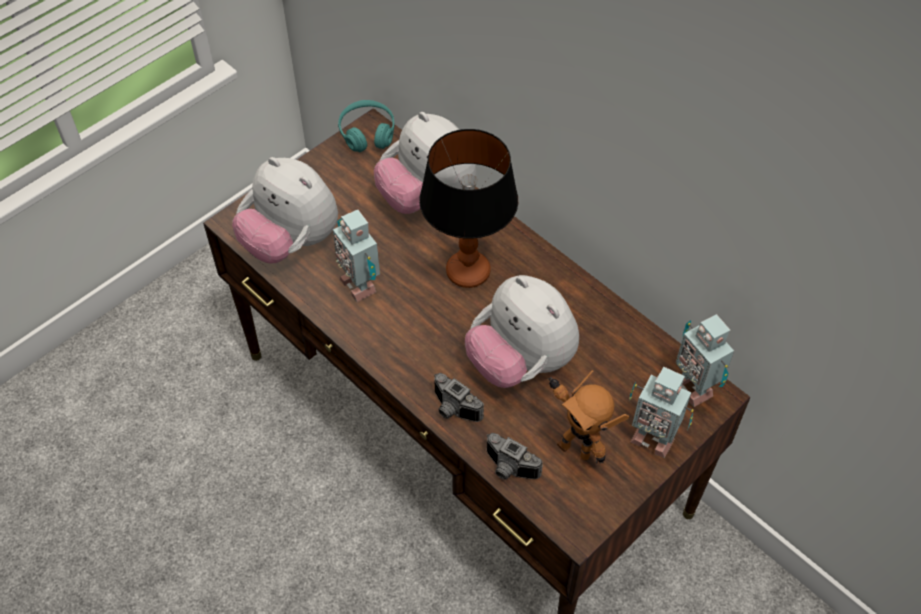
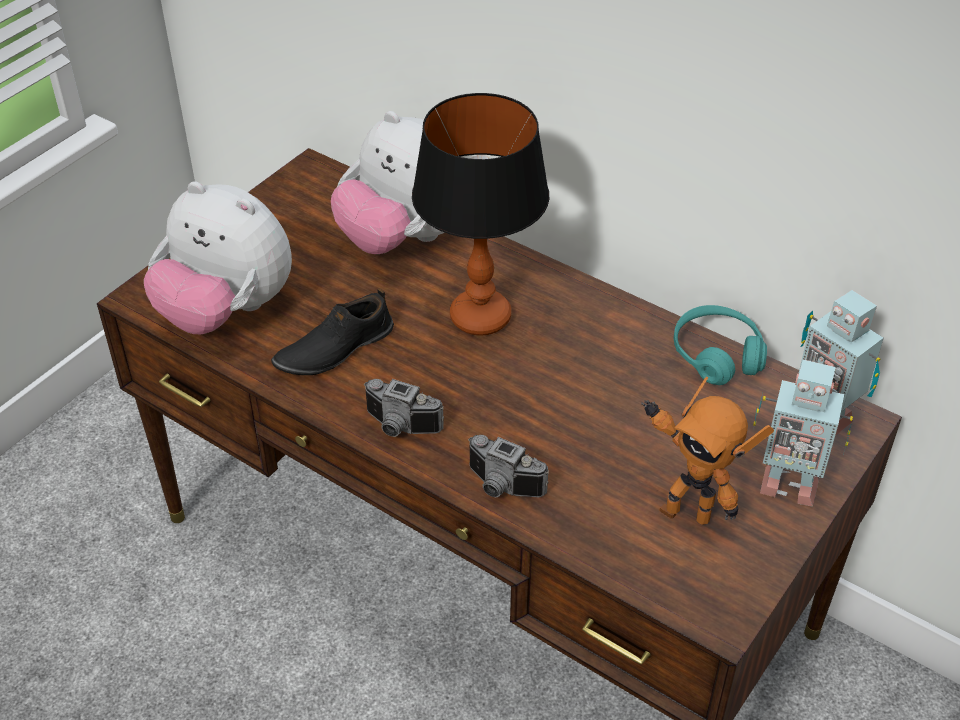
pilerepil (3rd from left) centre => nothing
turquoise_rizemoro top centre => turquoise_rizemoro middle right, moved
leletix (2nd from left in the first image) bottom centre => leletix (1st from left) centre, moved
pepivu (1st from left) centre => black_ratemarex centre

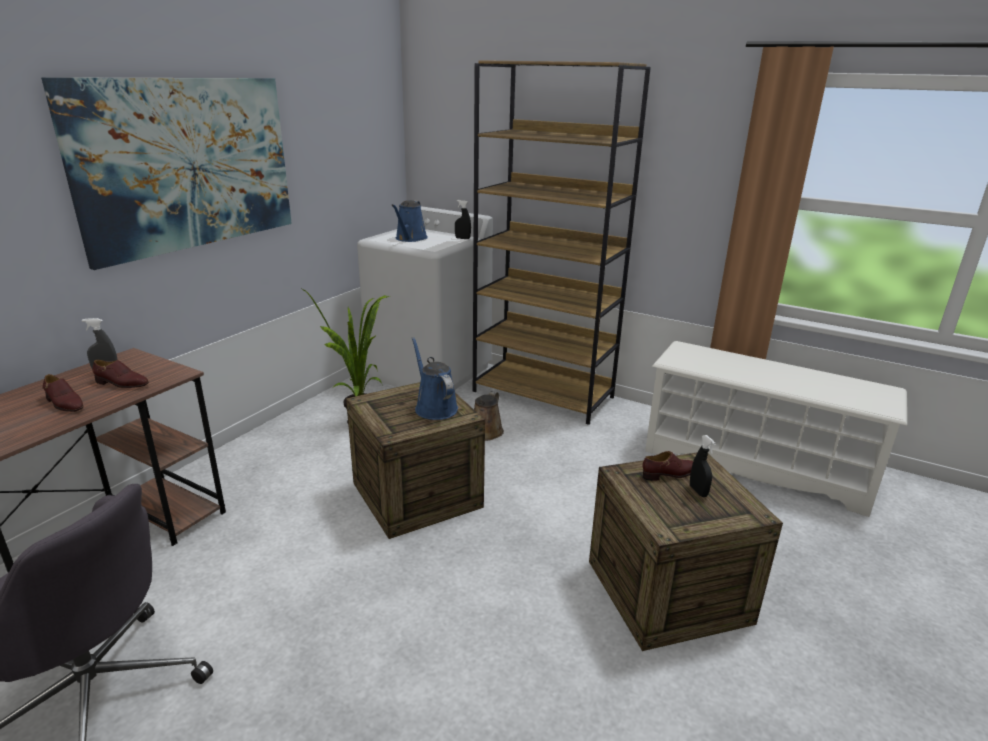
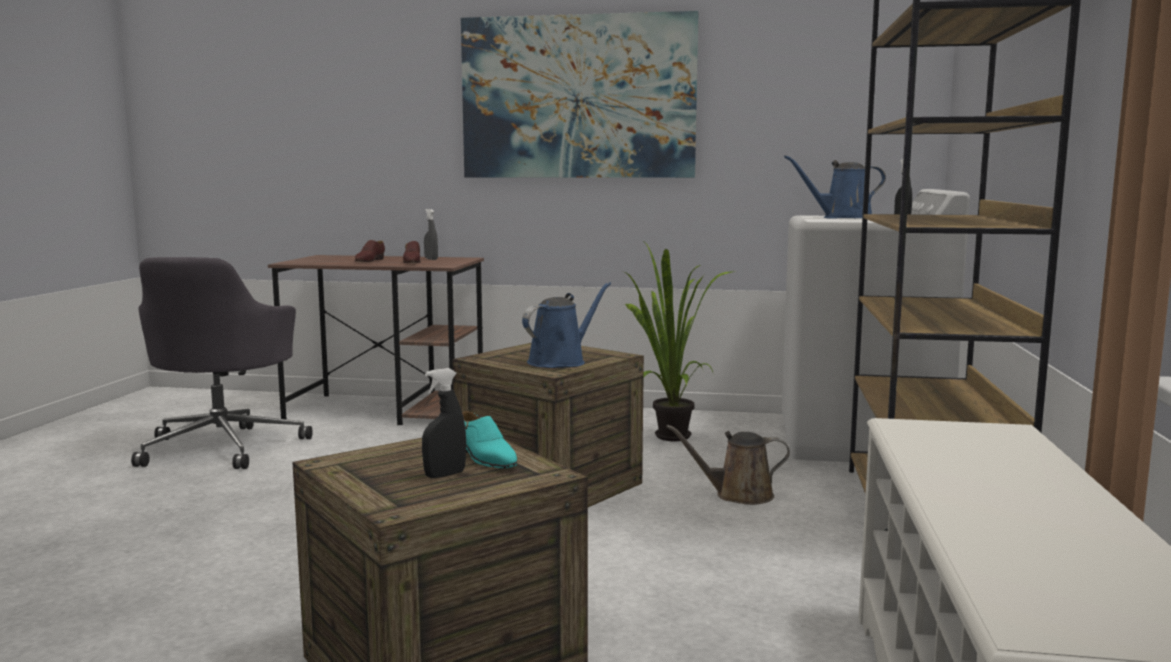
brown_ratemarex (3rd from left) middle right => turquoise_ratemarex centre

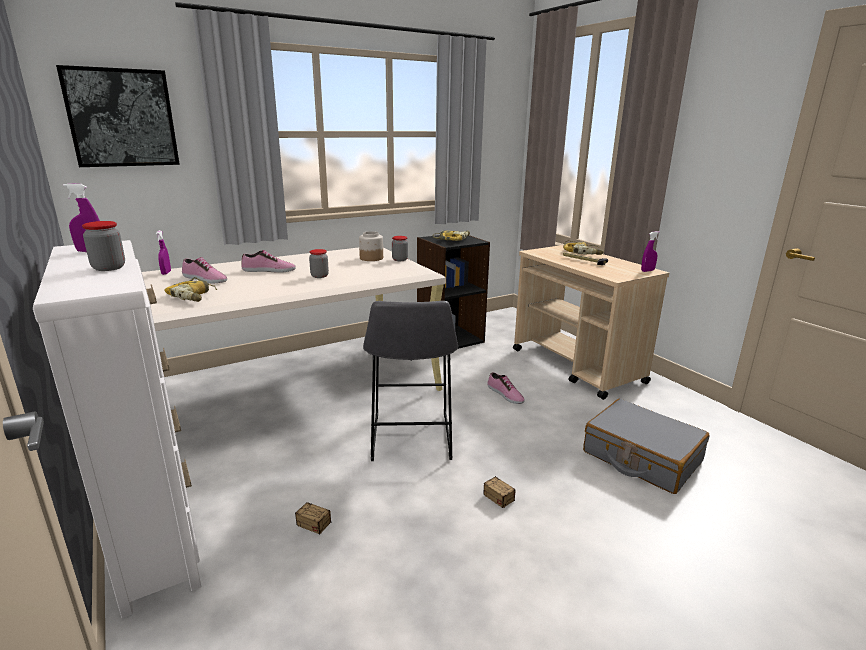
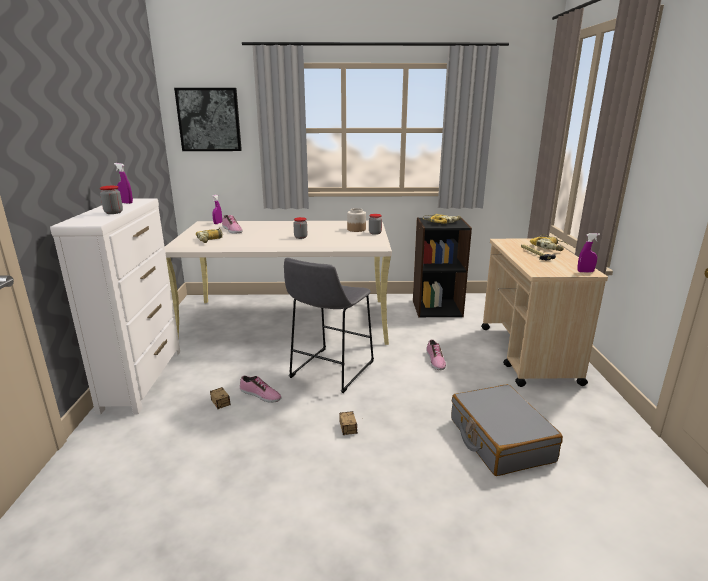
ratemarex (2nd from left) middle left => ratemarex (2nd from left) bottom centre, moved

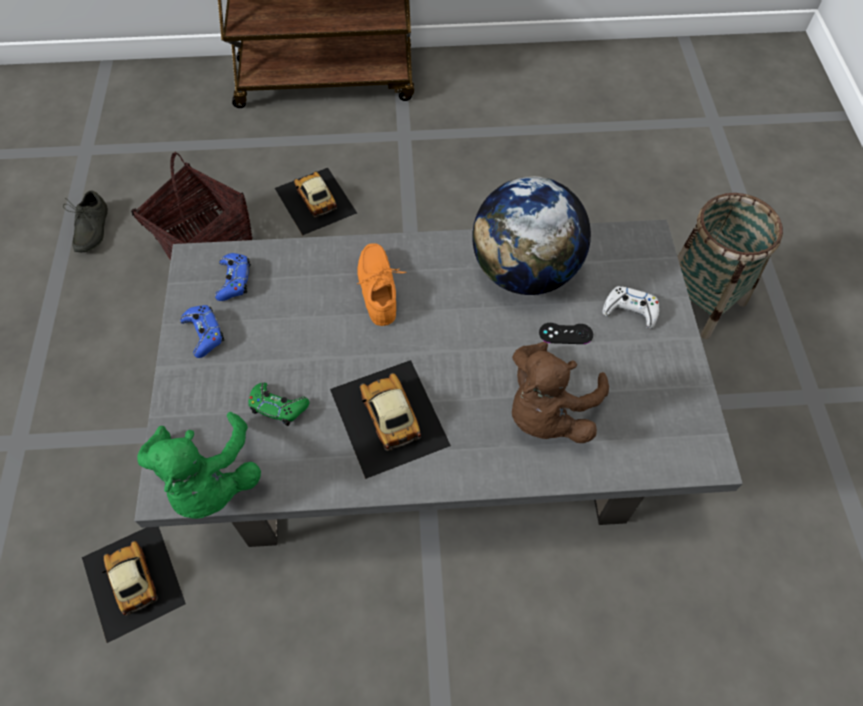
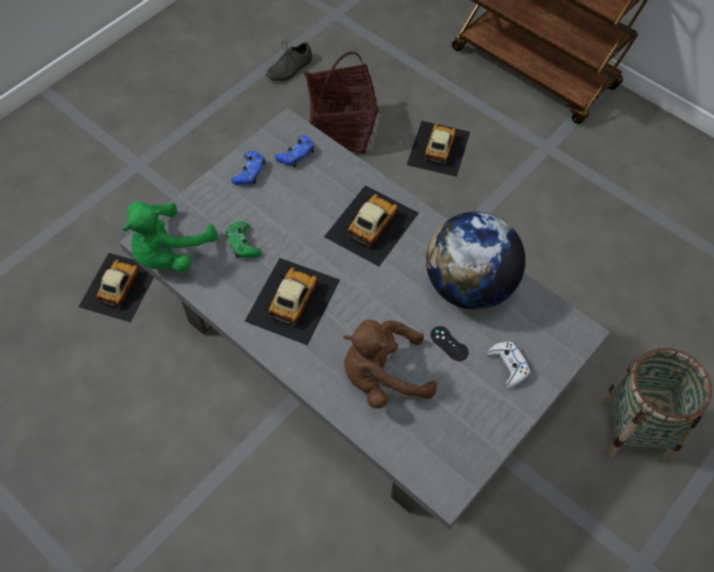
orange_ratemarex centre => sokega (3rd from left) centre

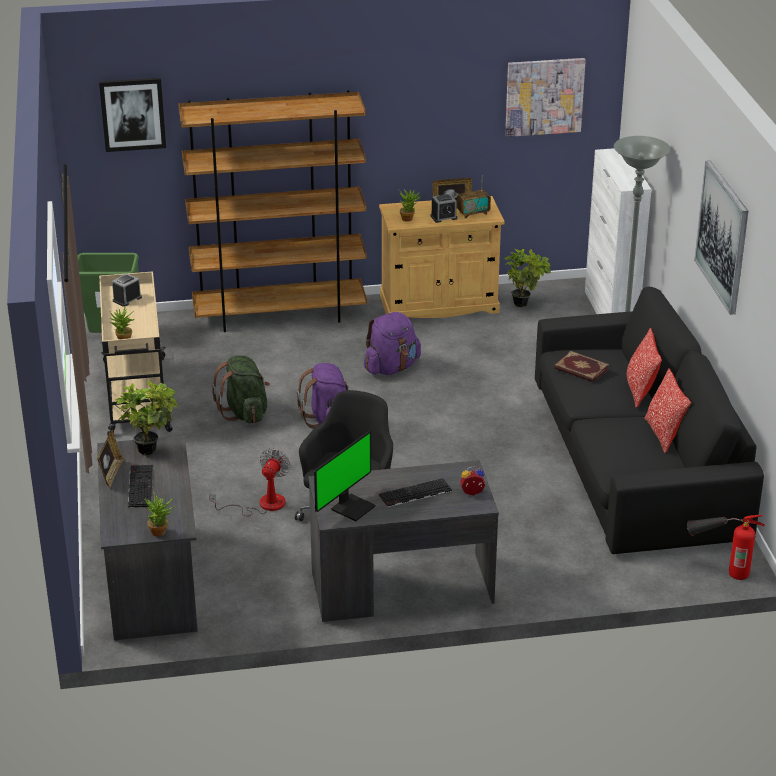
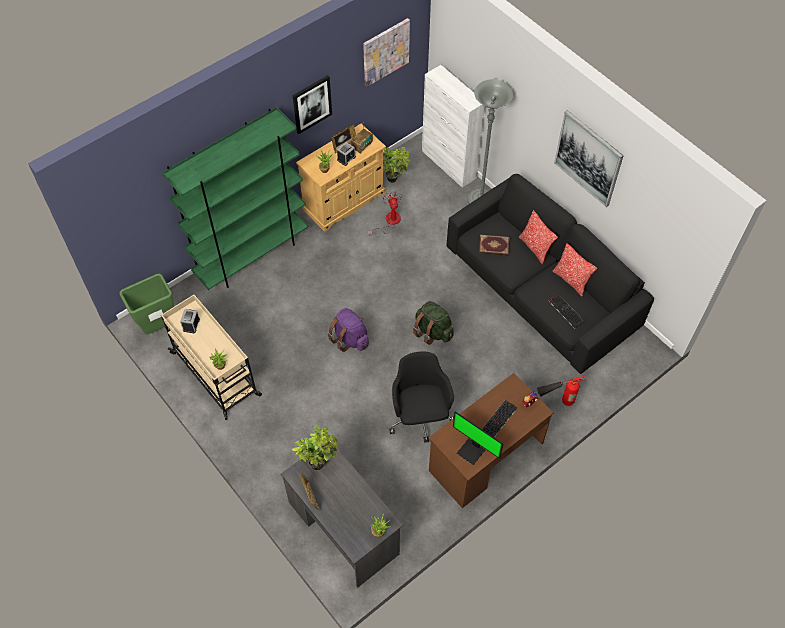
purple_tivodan (2nd from left) centre => nothing
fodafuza (1st from left) top left => fodafuza (1st from left) top centre, moved
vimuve (1st from left in the first image) middle left => vimuve (2nd from left) middle right, moved
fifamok middle left => fifamok centre, moved
green_tivodan middle left => green_tivodan centre, moved
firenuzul bottom right => firenuzul middle right, moved
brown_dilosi top centre => green_dilosi top left
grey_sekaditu (2nd from left) bottom centre => brown_sekaditu bottom centre
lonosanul centre => lonosanul bottom centre, 120 degrees clockwise

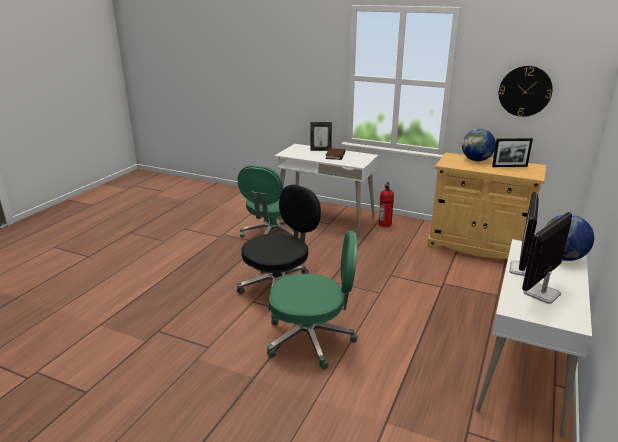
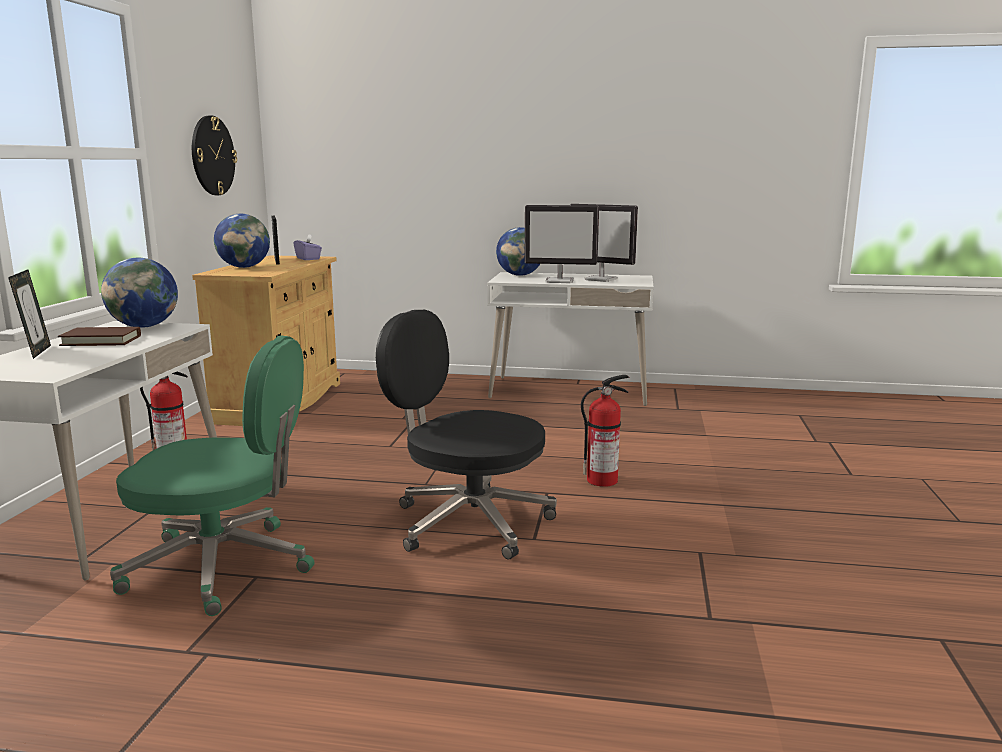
nothing => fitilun (1st from left) middle left
nothing => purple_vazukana top left
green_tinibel (2nd from left) bottom centre => firenuzul (2nd from left) centre

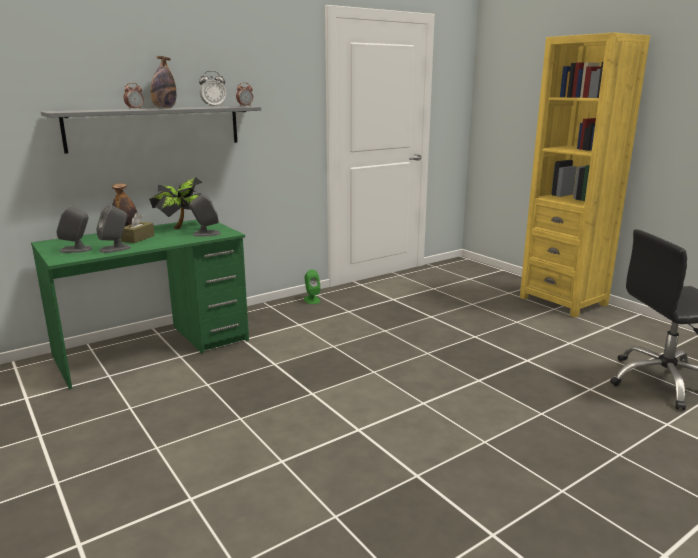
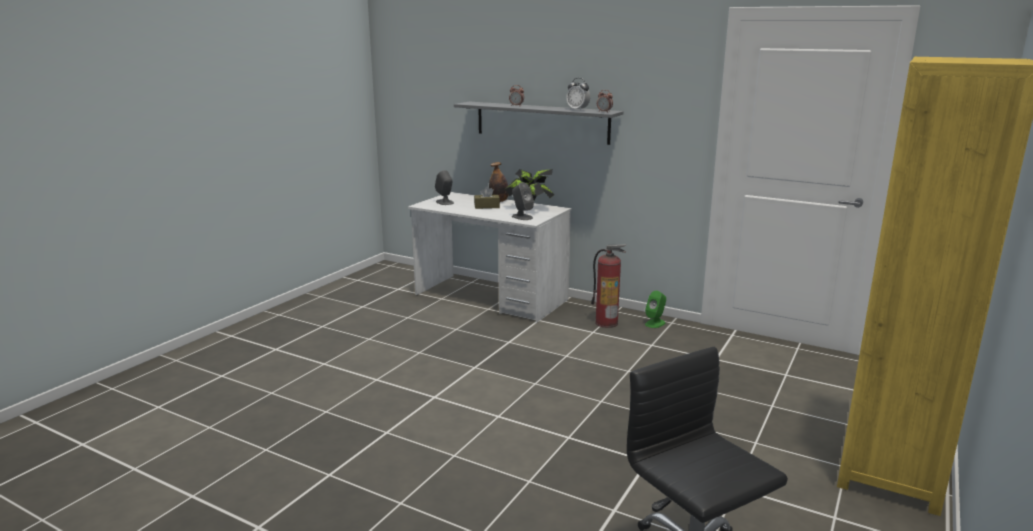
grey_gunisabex (2nd from left) middle left => nothing
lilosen (2nd from left) top left => nothing
nothing => firenuzul centre
green_sekaditu middle left => white_sekaditu centre

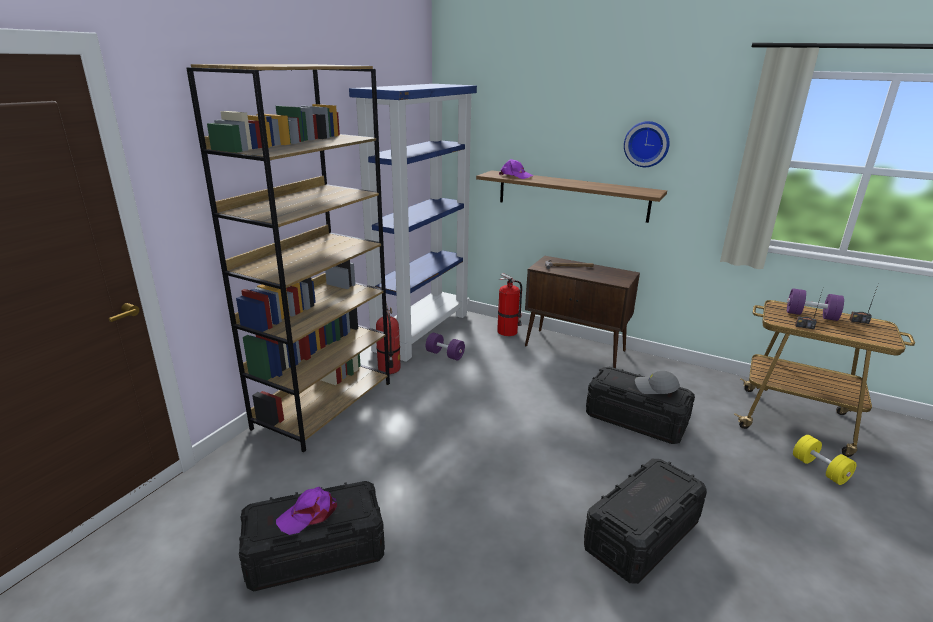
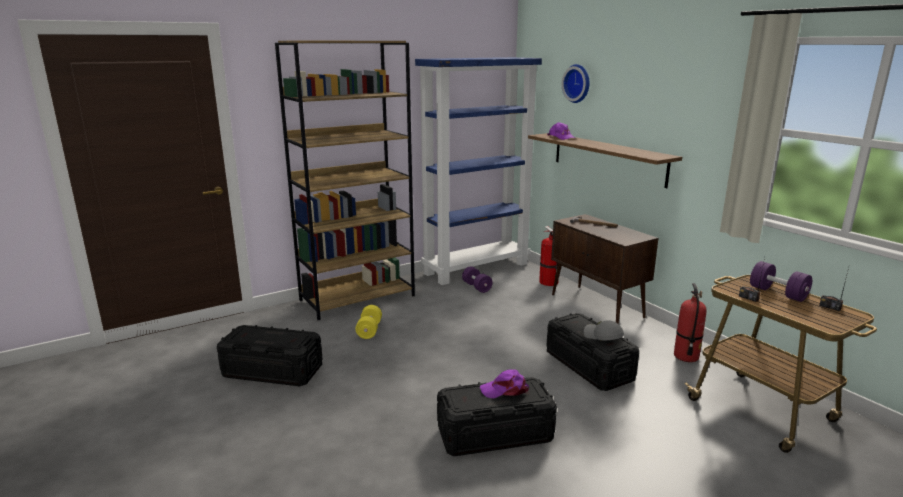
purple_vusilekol (1st from left) bottom left => purple_vusilekol (1st from left) bottom centre, moved
firenuzul (1st from left in the first image) centre => firenuzul (2nd from left) middle right, moved
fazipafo top right => fazipafo top centre, moved
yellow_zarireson bottom right => yellow_zarireson centre, moved

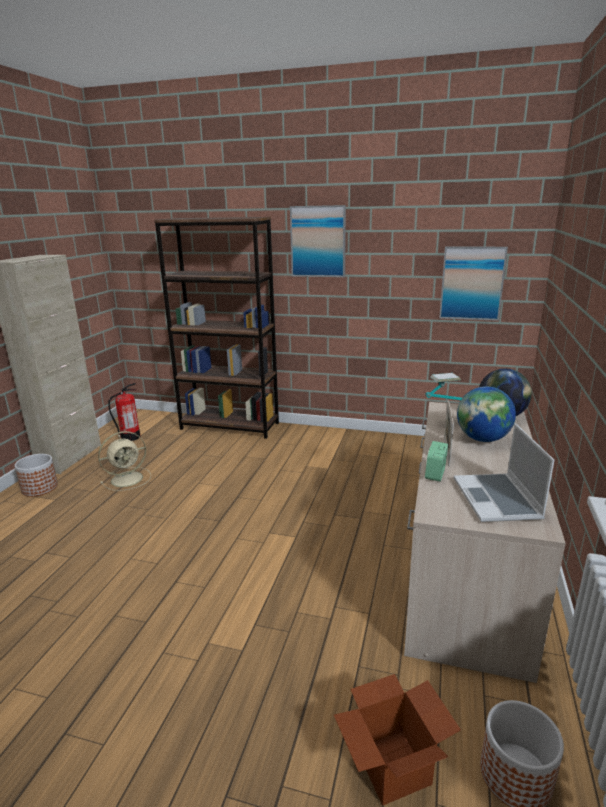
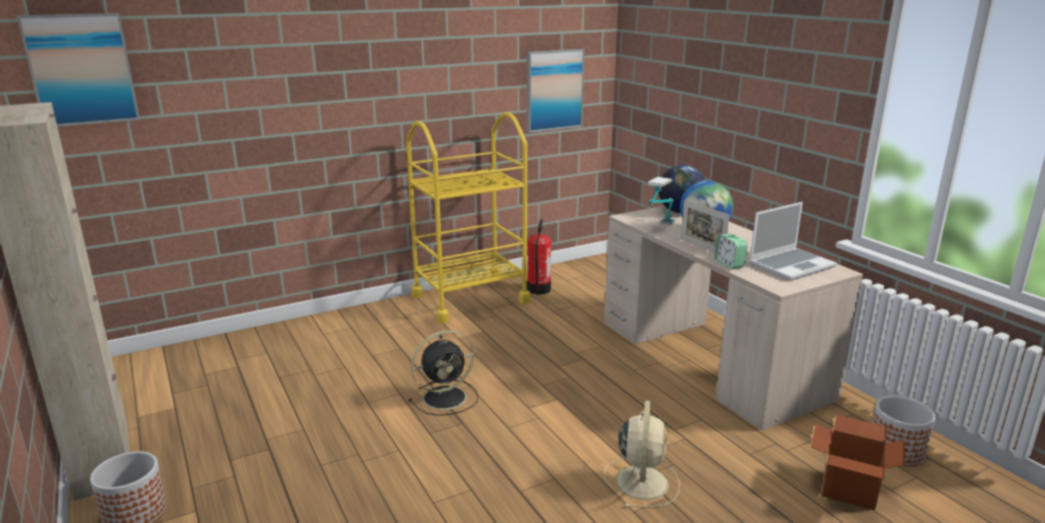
brown_dilosi centre => nothing
nothing => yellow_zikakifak centre
nothing => black_fifamok bottom centre
beige_fifamok middle left => beige_fifamok bottom centre, moved
firenuzul middle left => firenuzul centre, moved
fodafuza (1st from left) top centre => fodafuza (1st from left) top left, moved
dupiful middle right, 75 degrees counterclockwise

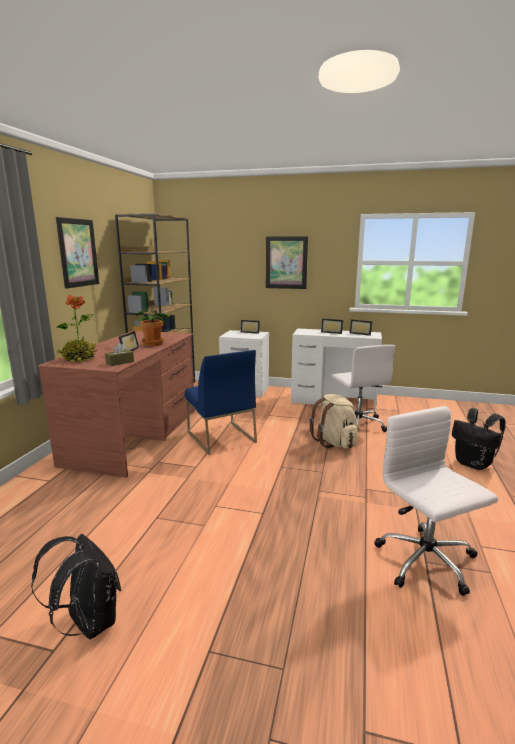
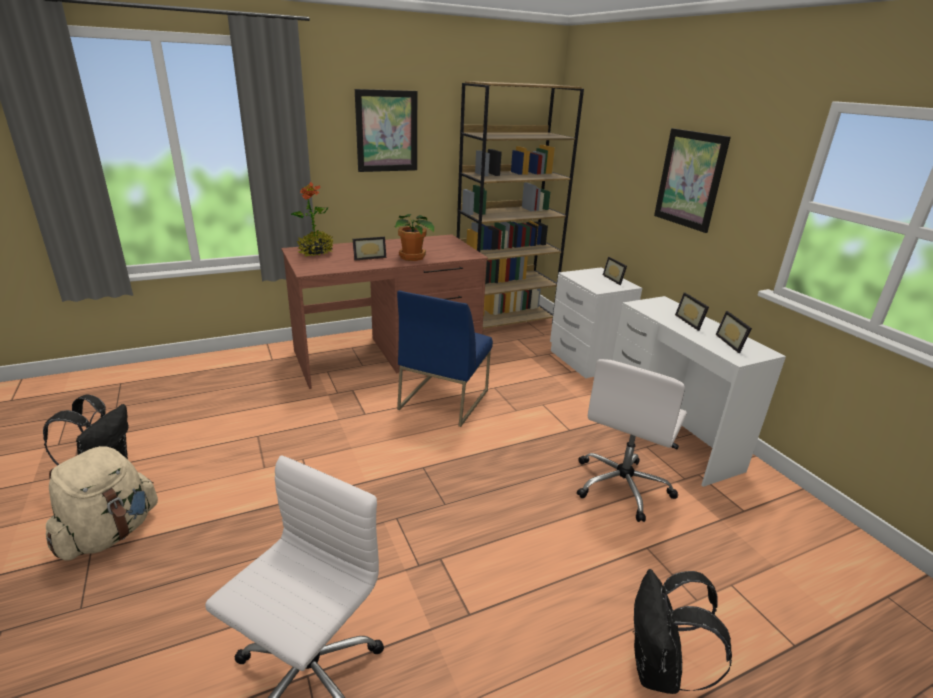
brown_vazukana middle left => nothing
beige_tivodan centre => beige_tivodan bottom left, moved

